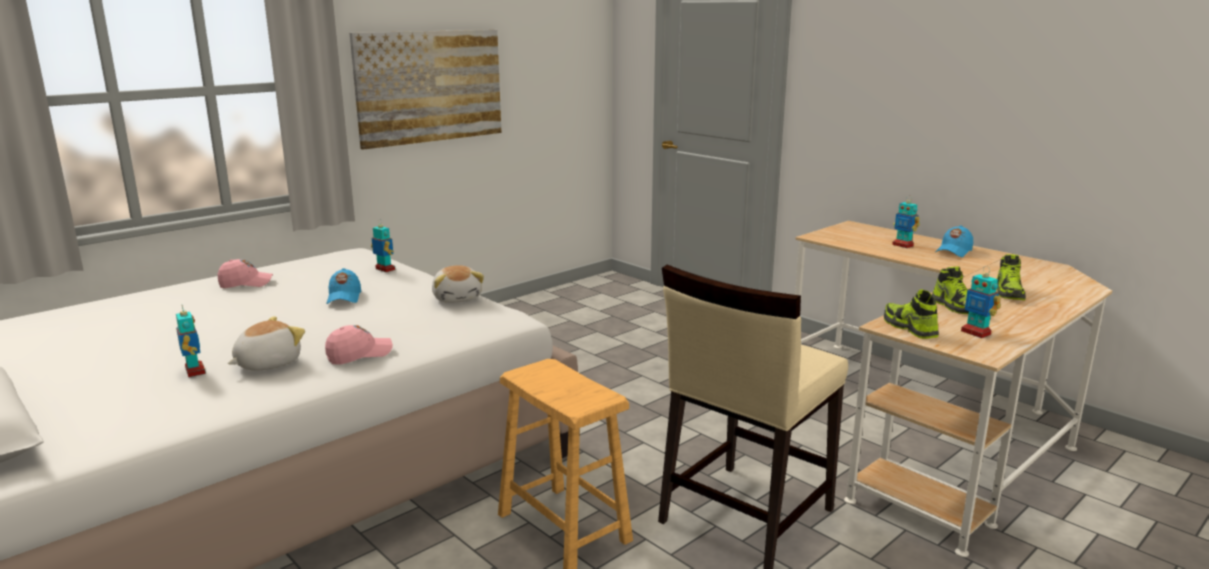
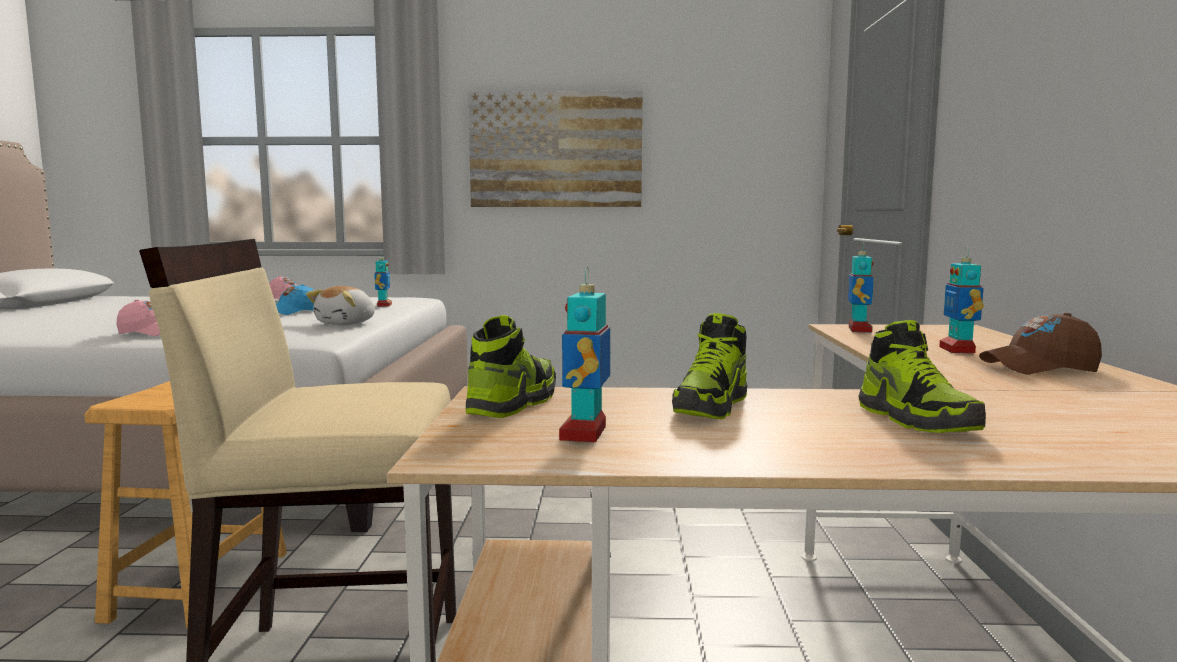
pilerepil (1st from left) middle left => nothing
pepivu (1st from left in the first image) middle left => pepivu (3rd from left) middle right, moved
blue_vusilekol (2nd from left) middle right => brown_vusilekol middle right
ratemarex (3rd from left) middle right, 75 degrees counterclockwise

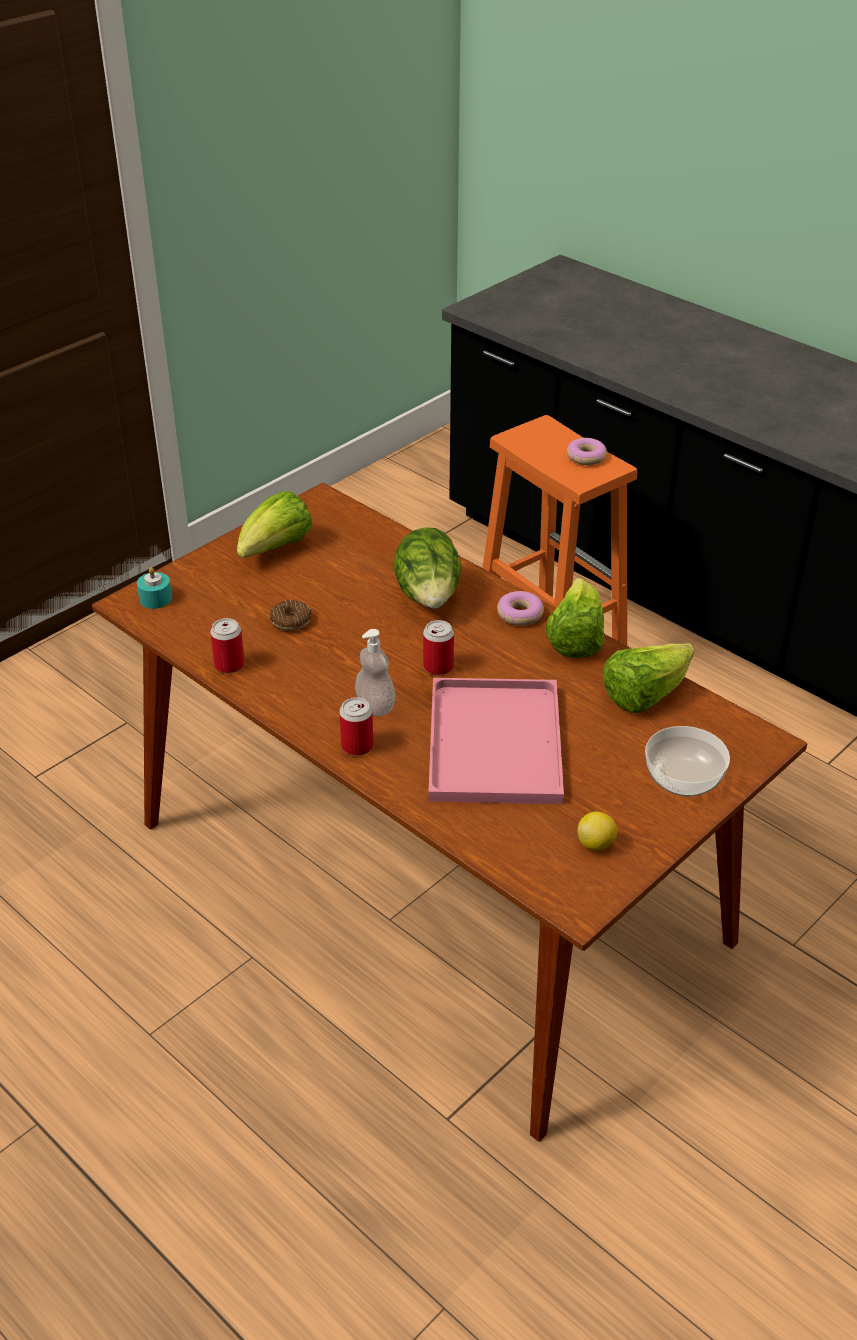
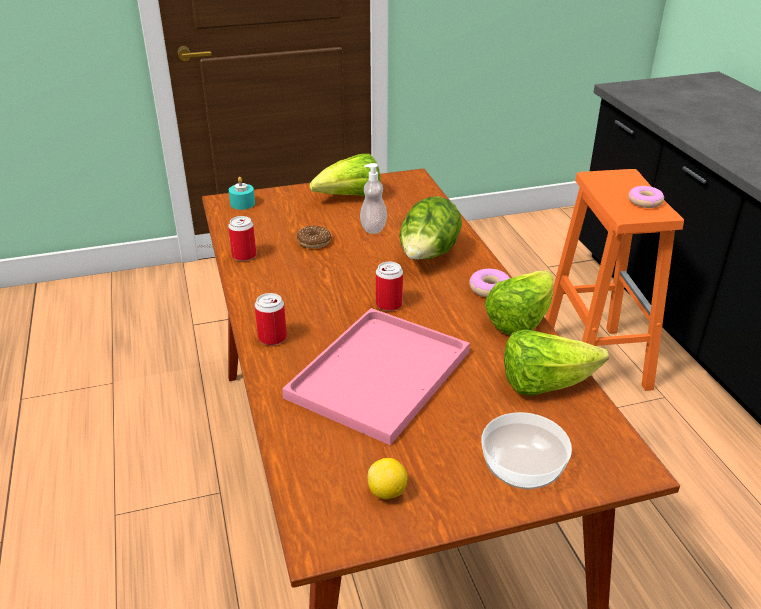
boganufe centre => boganufe top centre, moved

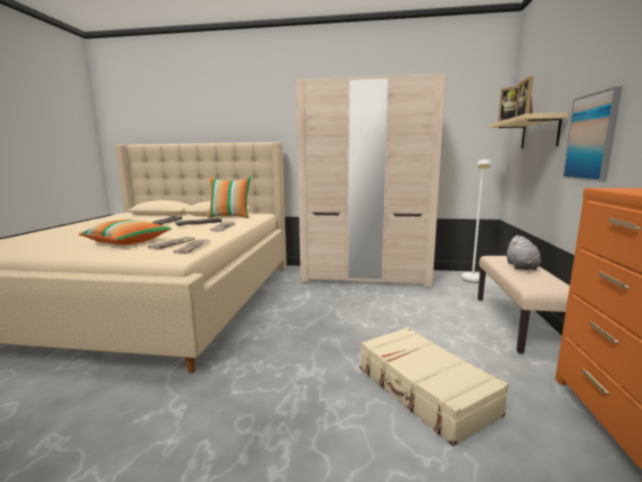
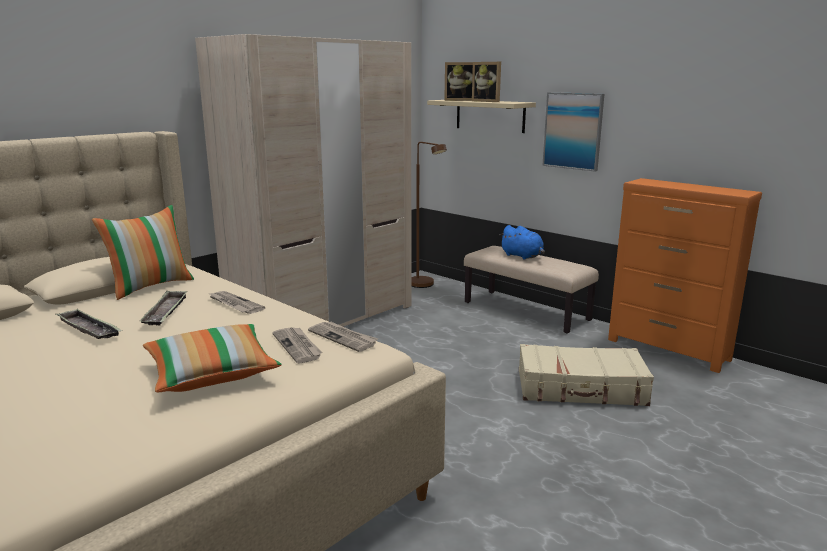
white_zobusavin middle right => brown_zobusavin centre
grey_pilerepil middle right => blue_pilerepil centre

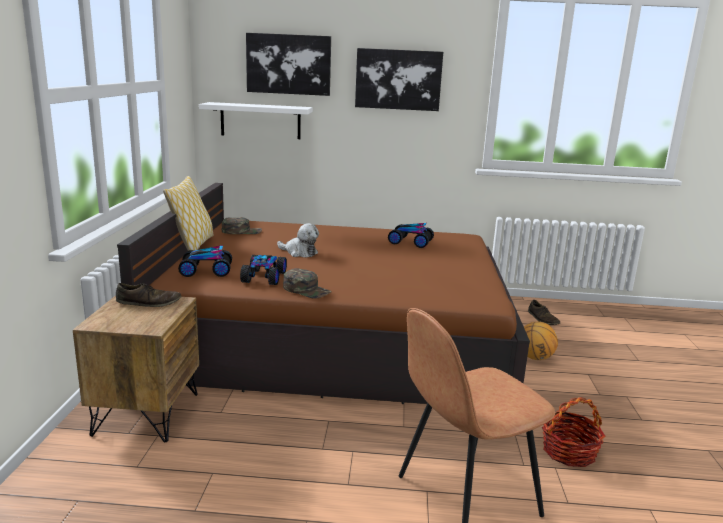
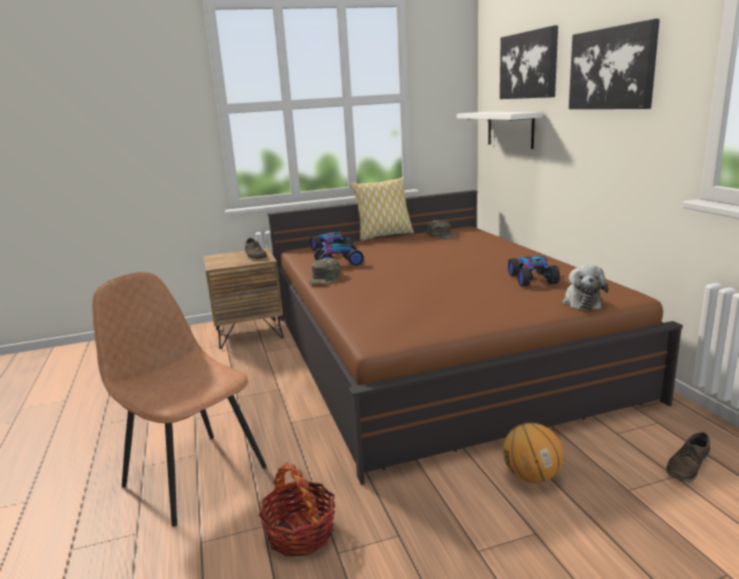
pilerepil centre => pilerepil middle right, moved

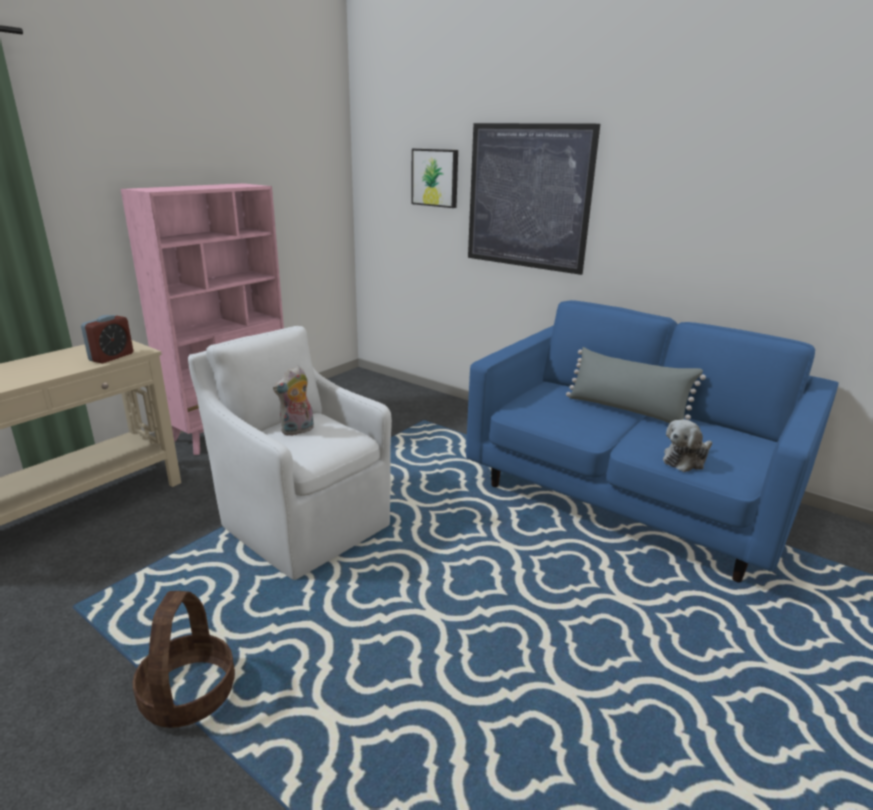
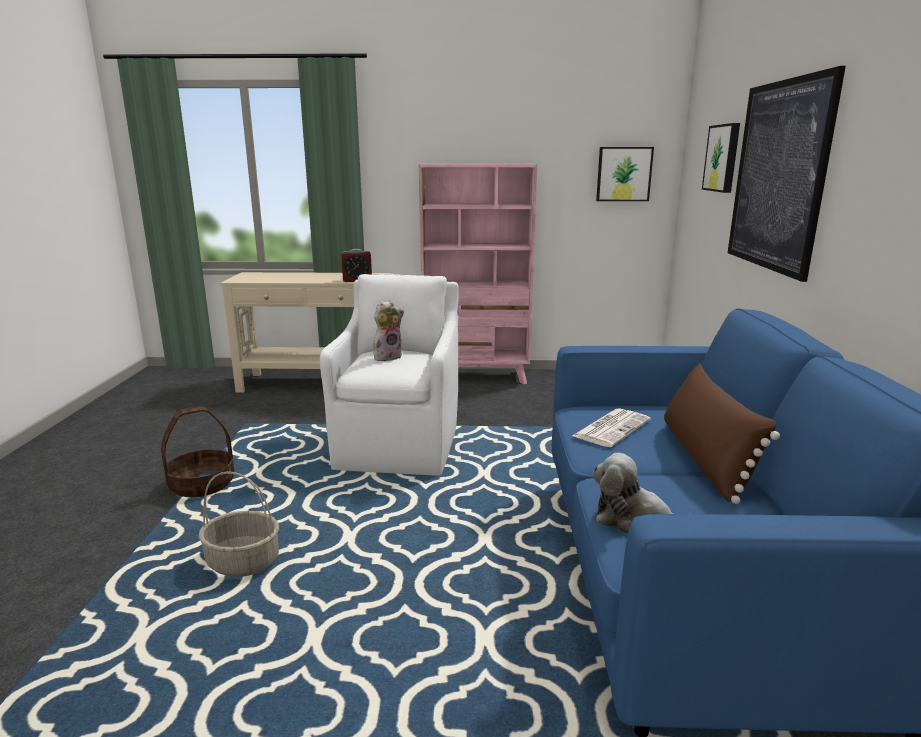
nothing => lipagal (2nd from left) bottom left
nothing => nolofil centre
nothing => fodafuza (1st from left) top right
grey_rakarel middle right => brown_rakarel middle right
pilerepil (1st from left) centre, 135 degrees clockwise

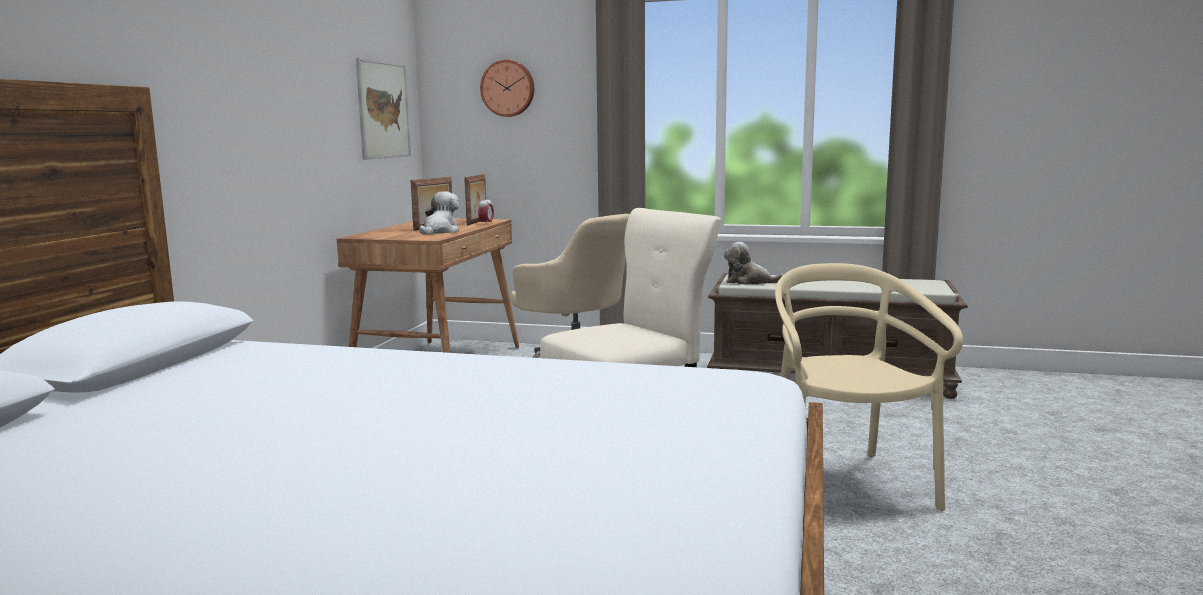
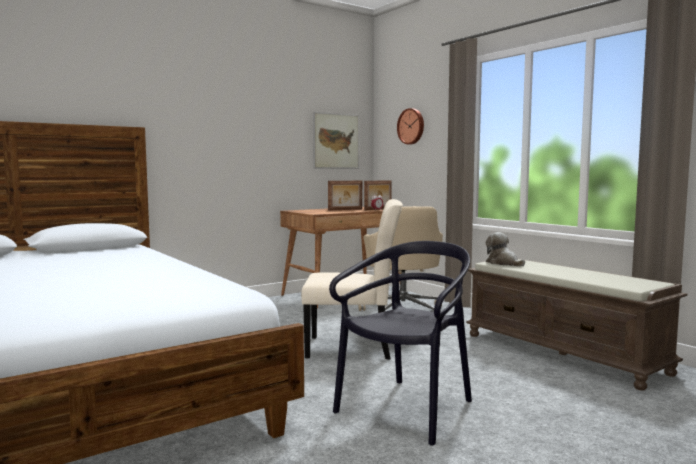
pilerepil (1st from left) centre => nothing
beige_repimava (2nd from left) middle right => black_repimava bottom centre

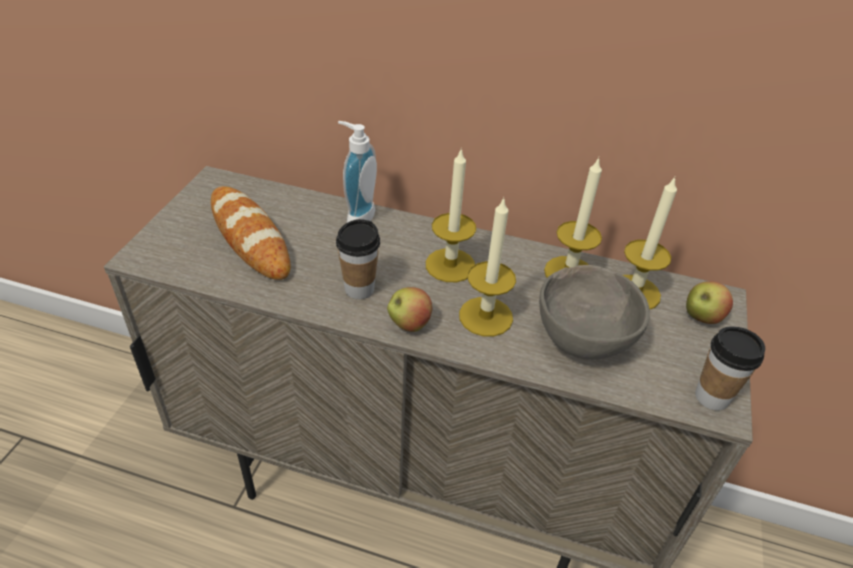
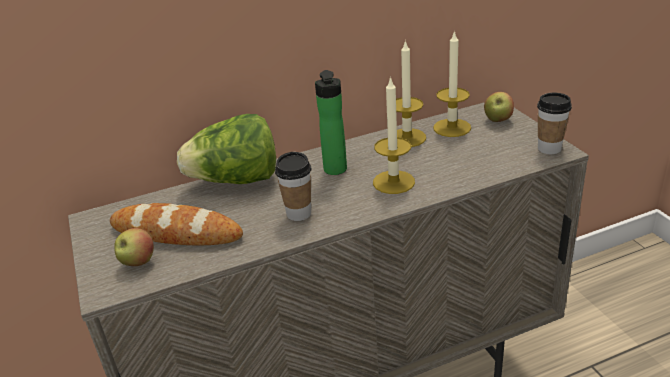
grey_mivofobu middle right => nothing
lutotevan (1st from left) centre => lutotevan (1st from left) middle left, moved
boganufe top centre => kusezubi centre
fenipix (1st from left) centre => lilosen top centre

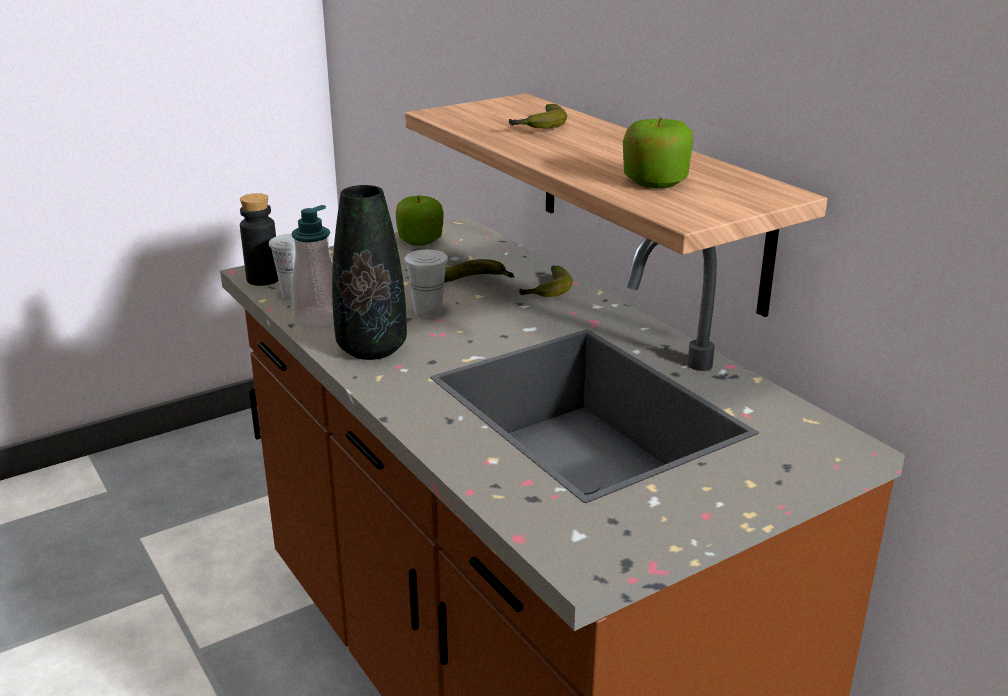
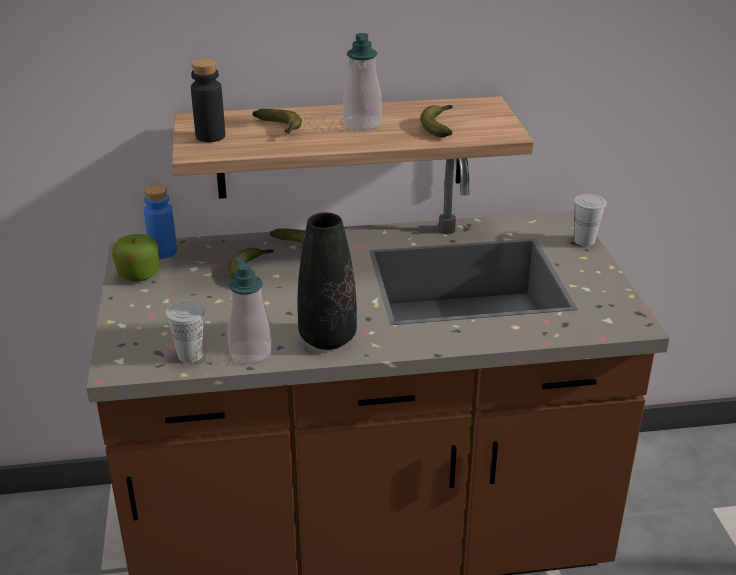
nothing => blue_lilosen middle left
nothing => boganufe (2nd from left) top centre
black_lilosen middle left => black_lilosen top left, moved
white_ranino (2nd from left) centre => white_ranino (2nd from left) middle right, moved
lutotevan (2nd from left) top centre => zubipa (4th from left) top centre

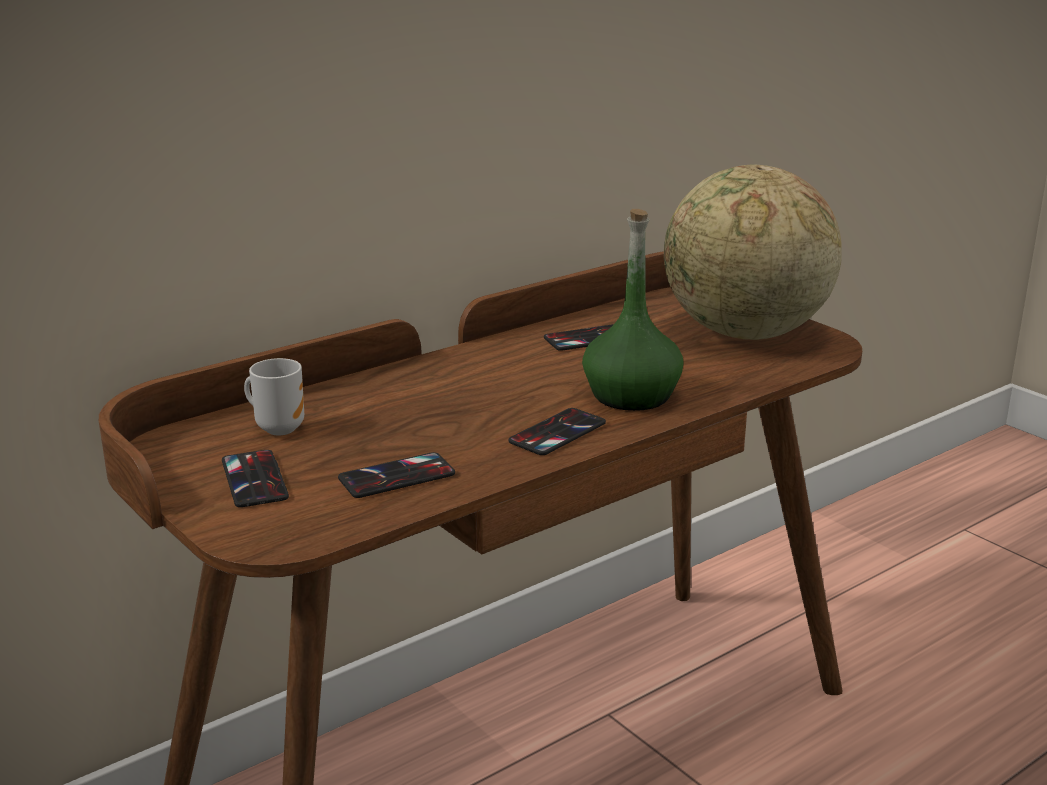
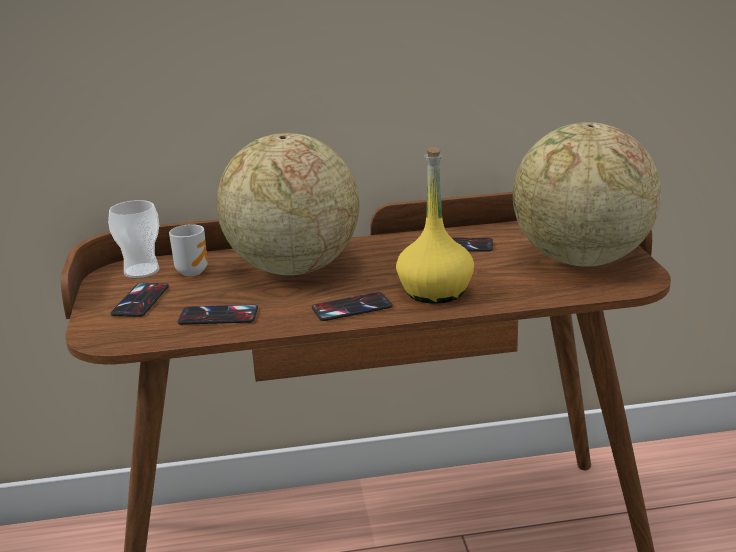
nothing => ranino middle left
nothing => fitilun (1st from left) centre
green_lilosen centre => yellow_lilosen centre

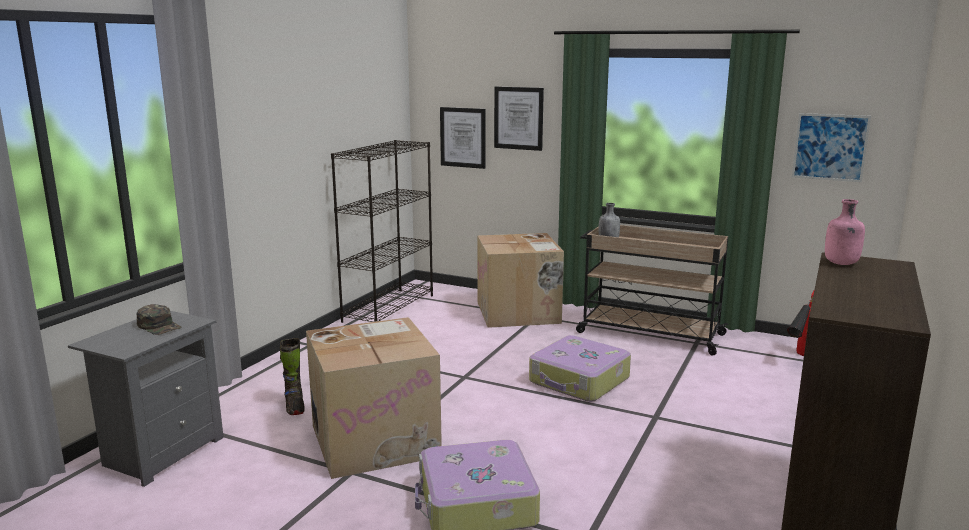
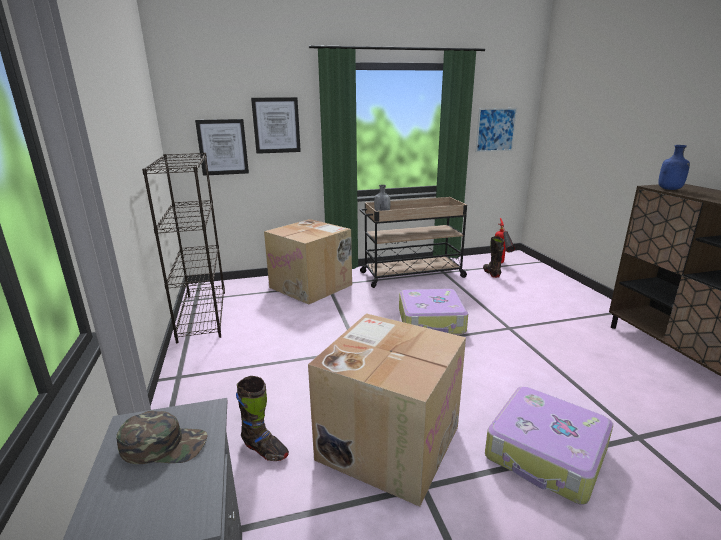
nothing => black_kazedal (2nd from left) middle right
pink_lilosen middle right => blue_lilosen top right

